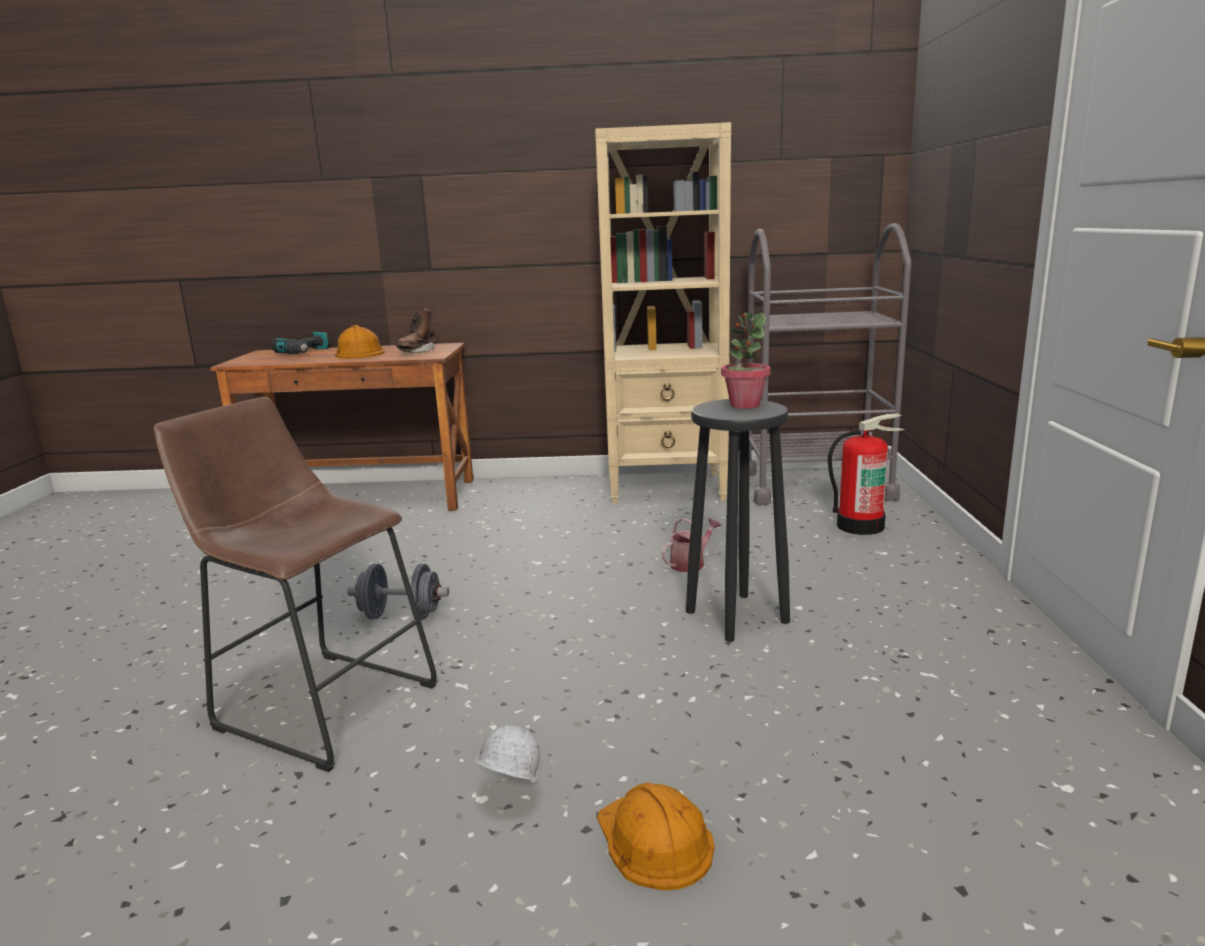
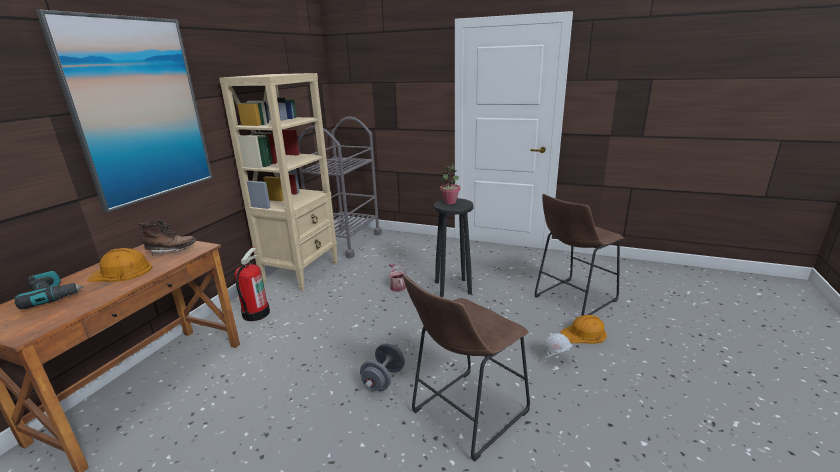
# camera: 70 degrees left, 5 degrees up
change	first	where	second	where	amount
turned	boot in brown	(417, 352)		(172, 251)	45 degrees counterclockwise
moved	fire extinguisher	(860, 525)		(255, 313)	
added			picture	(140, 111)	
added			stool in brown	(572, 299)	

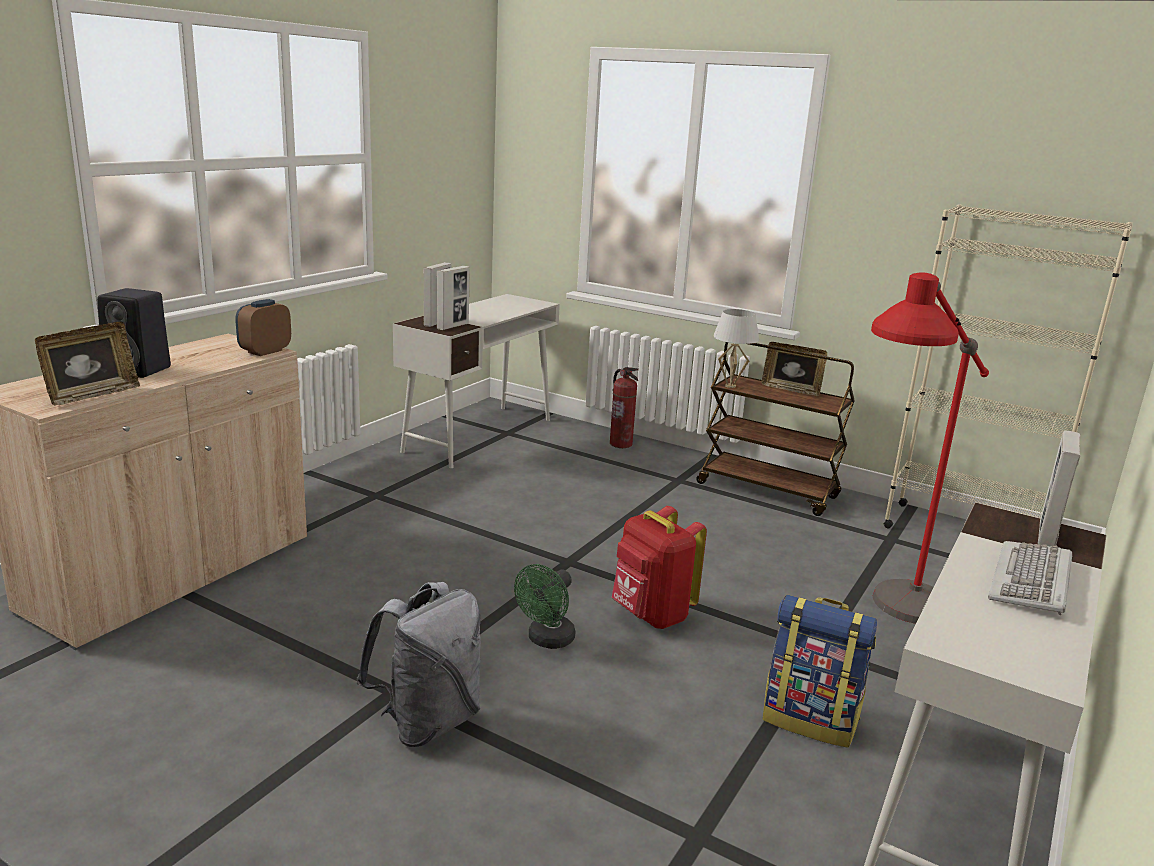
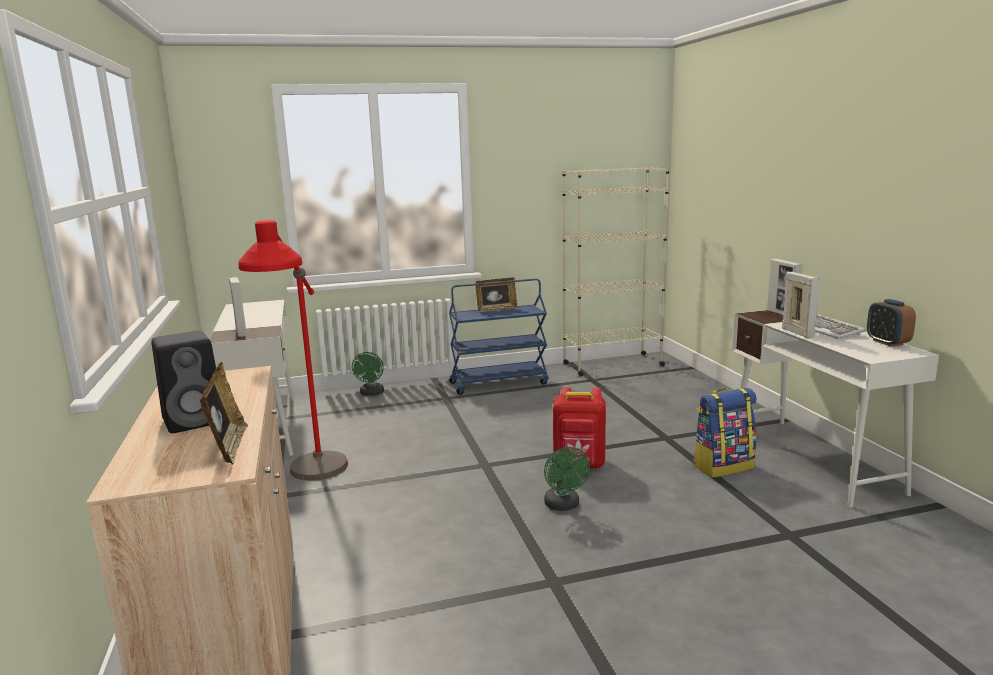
# camera: 45 degrees left, 5 degrees down
change	first	where	second	where	amount
moved	alarm clock	(265, 351)		(887, 342)	
removed	backpack in grey	(427, 722)			
moved	picture frame	(453, 326)		(797, 333)	
replaced	fire extinguisher	(621, 444)	fan in green	(371, 394)	
recoloured	cart in brown	(768, 491)	cart in blue	(499, 383)	
removed	table lamp in white	(730, 386)			
moved	floor lamp in red	(889, 624)		(312, 486)	

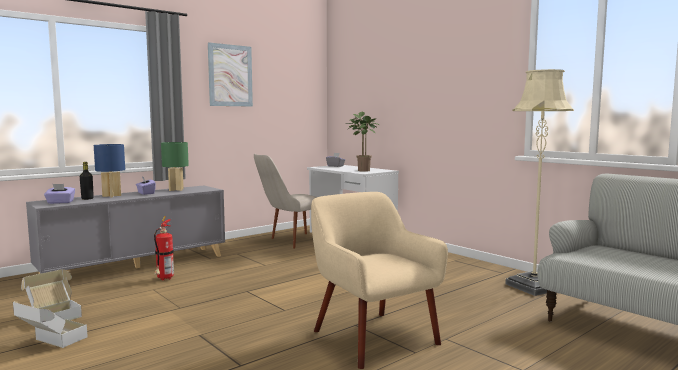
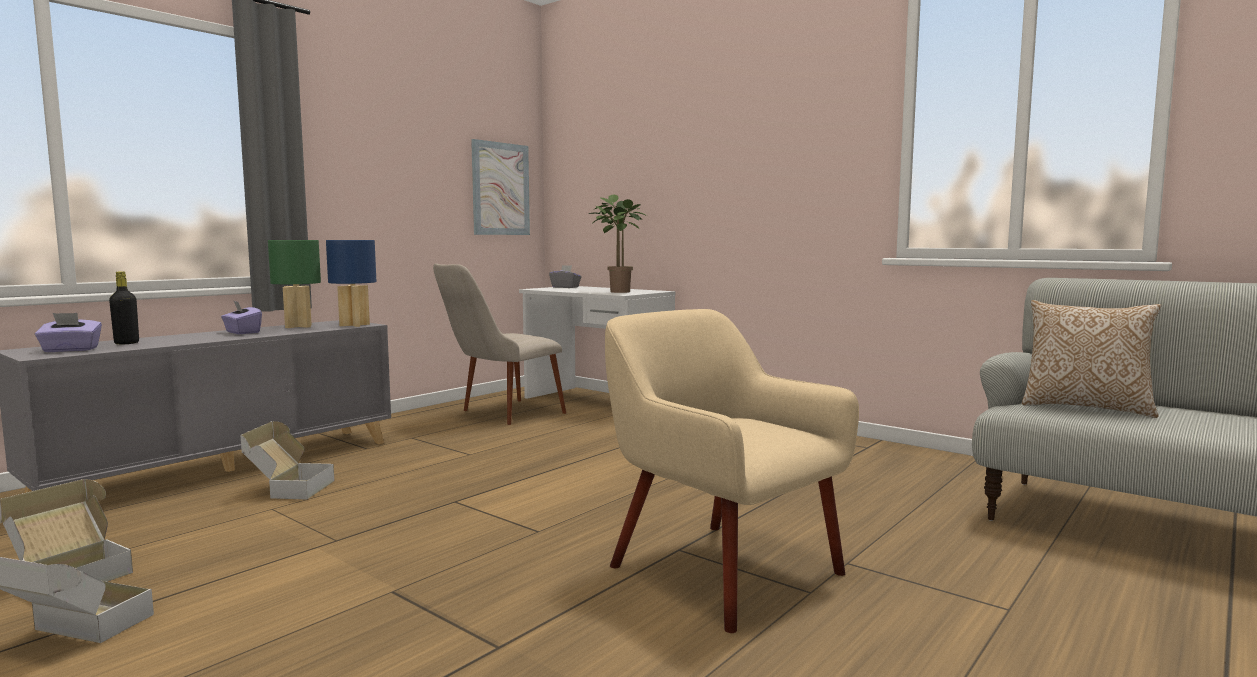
# camera: 10 degrees left, 0 degrees up
change	first	where	second	where	amount
moved	table lamp in blue	(112, 196)		(355, 325)	
replaced	fire extinguisher	(164, 279)	cardboard box	(288, 489)	
moved	picture	(230, 75)		(500, 189)	
removed	floor lamp in beige	(533, 287)			
added			pillow	(1085, 407)	

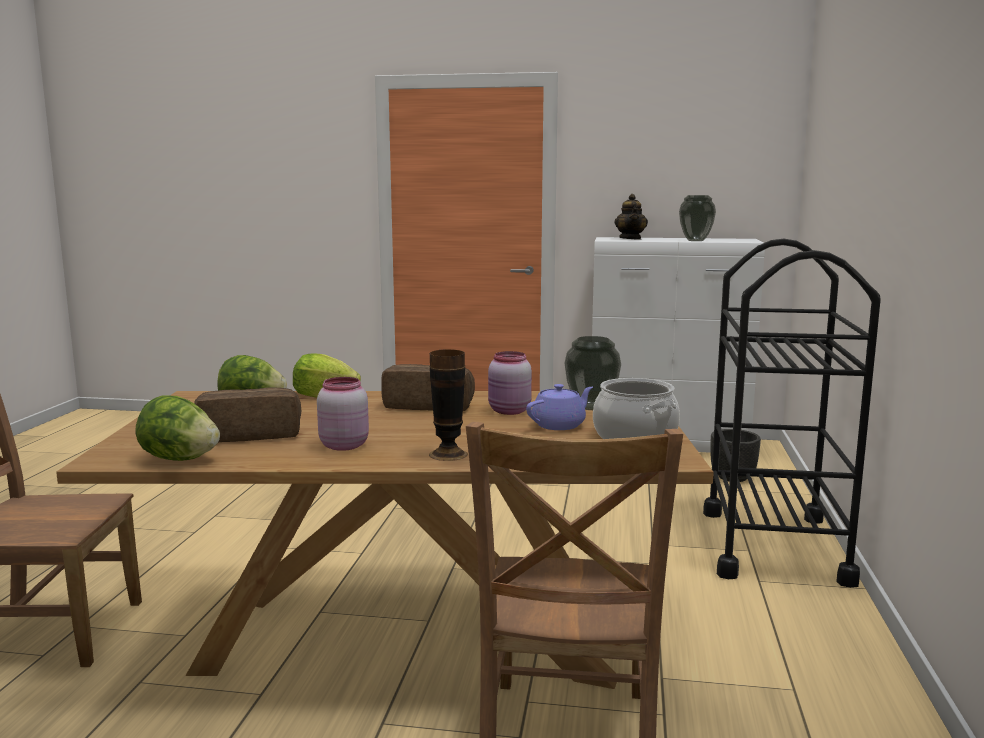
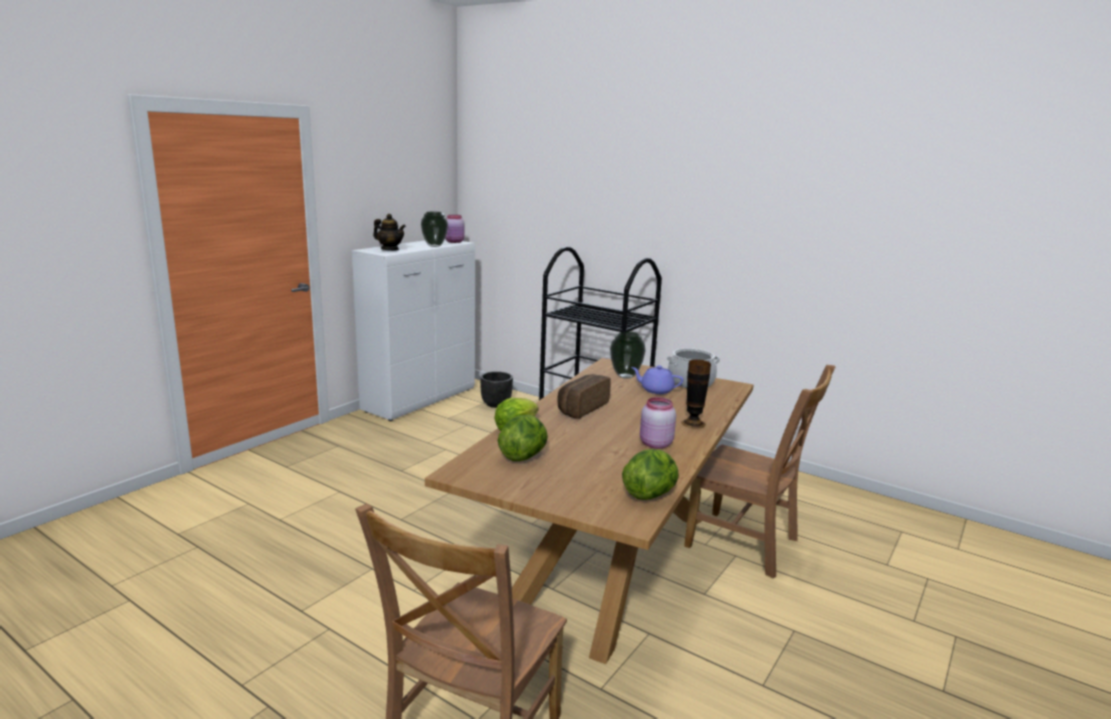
# camera: 65 degrees left, 5 degrees up
change	first	where	second	where	amount
removed	bread	(250, 435)			
moved	jar in pink	(509, 411)		(455, 242)	
turned	teapot in purple	(559, 425)		(656, 390)	60 degrees counterclockwise

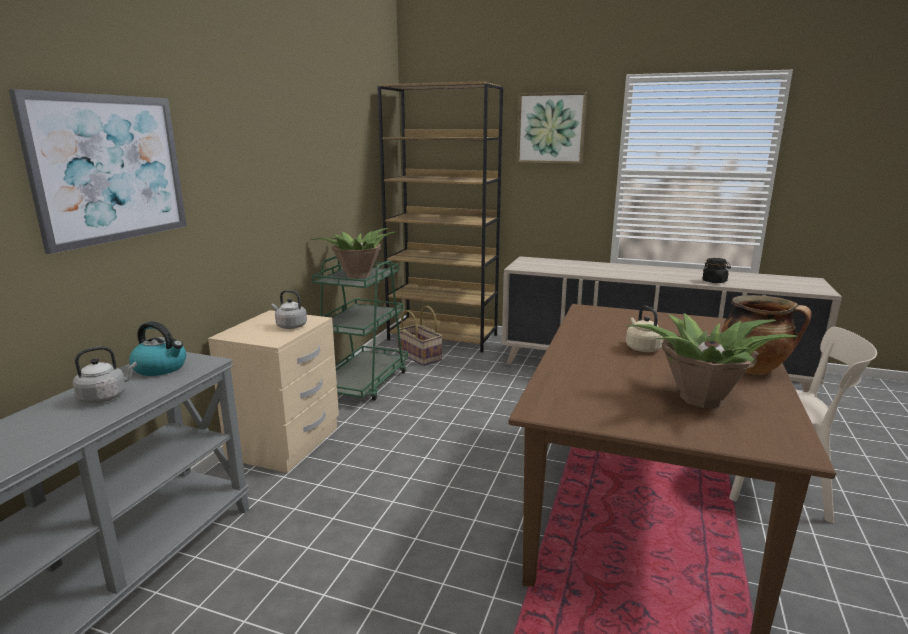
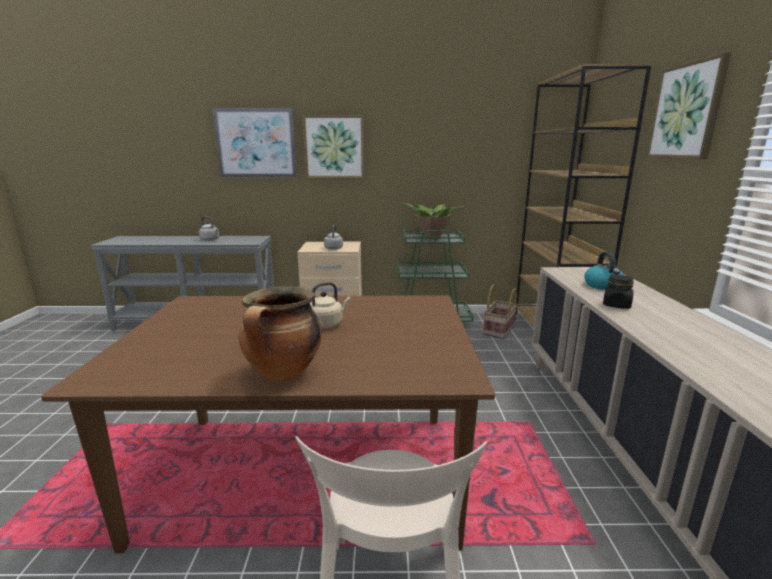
# camera: 70 degrees right, 0 degrees up
change	first	where	second	where	amount
moved	kettle	(161, 368)		(603, 286)	
removed	potted plant	(699, 398)			
moved	jar in black	(714, 281)		(616, 305)	
added			picture	(334, 147)	

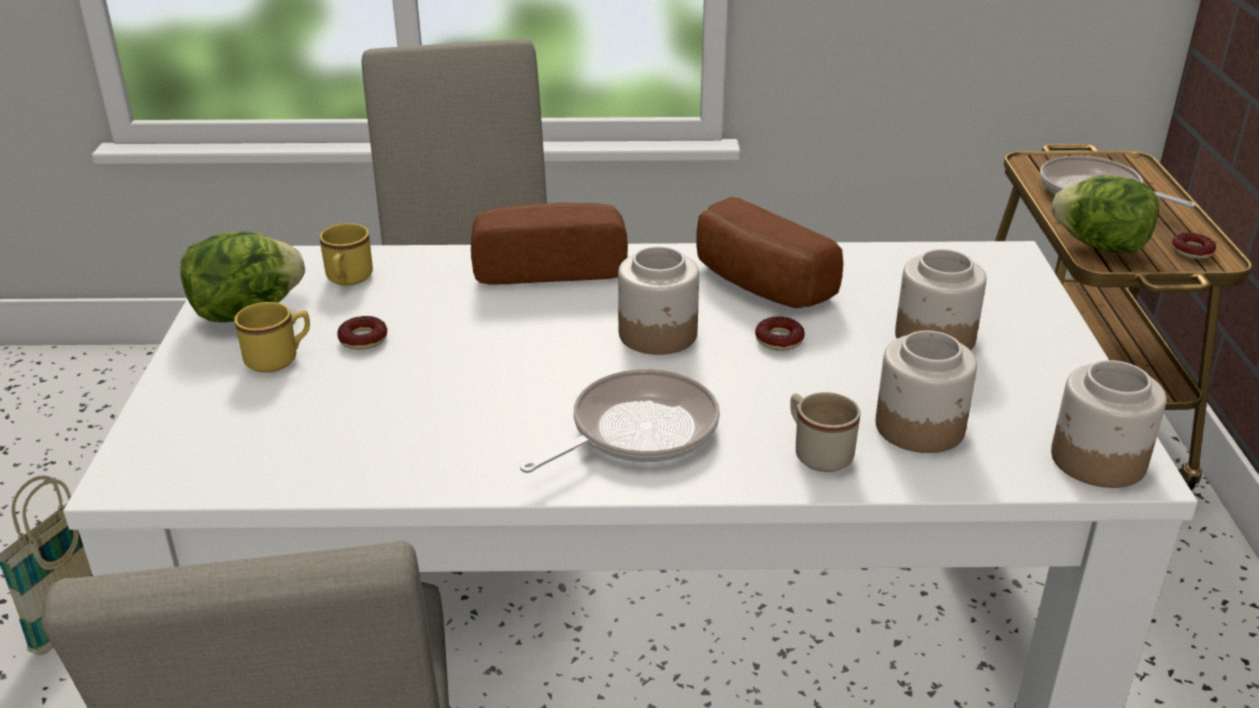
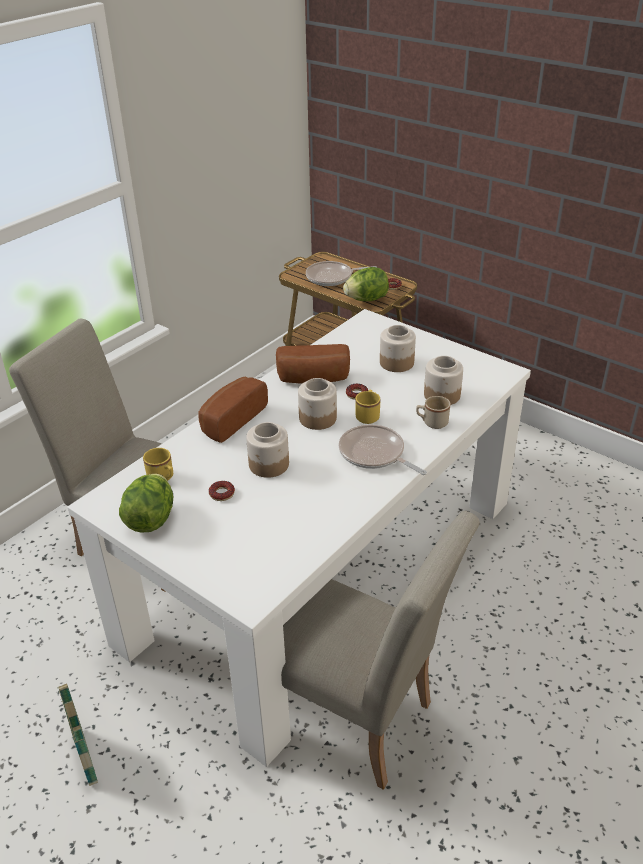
# camera: 50 degrees left, 5 degrees up
change	first	where	second	where	amount
moved	mug in yellow	(279, 358)		(368, 415)	
turned	frying pan	(637, 431)		(374, 454)	45 degrees counterclockwise
moved	jar	(1097, 460)		(269, 465)	

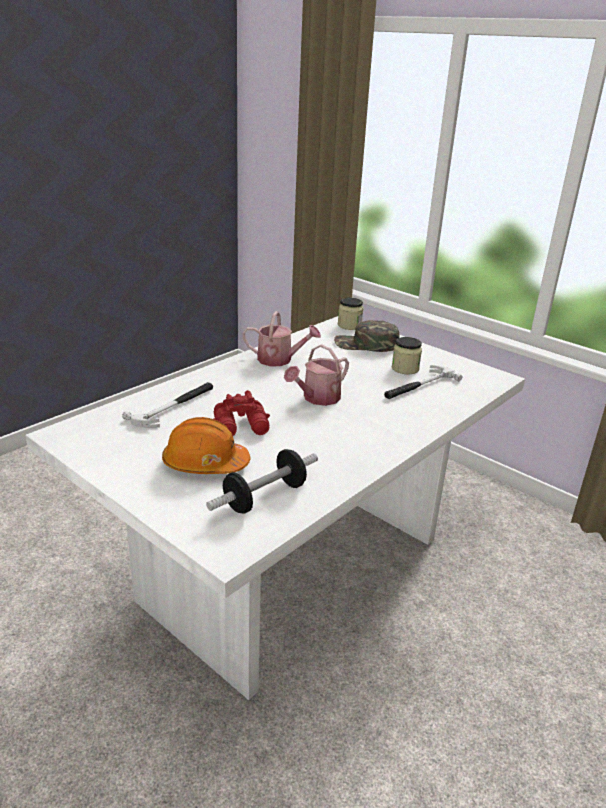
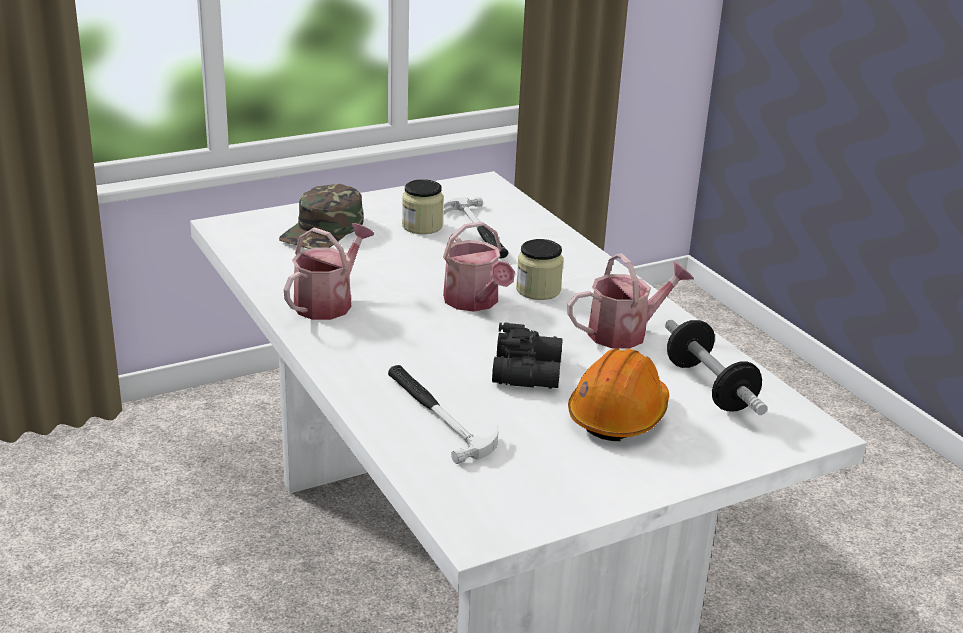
# camera: 70 degrees left, 0 degrees up
change	first	where	second	where	amount
recoloured	binoculars in red	(242, 427)	binoculars in black	(529, 371)	
moved	jar	(349, 325)		(538, 290)	
added			watering can	(625, 332)	

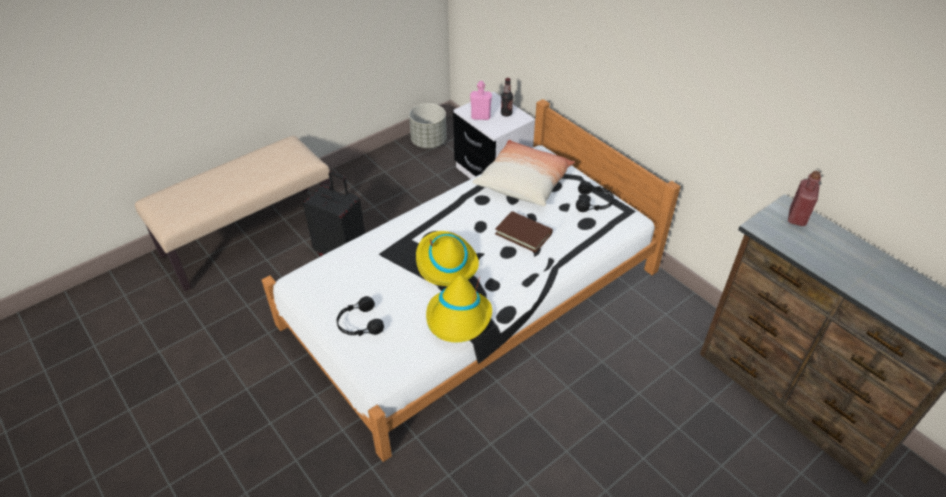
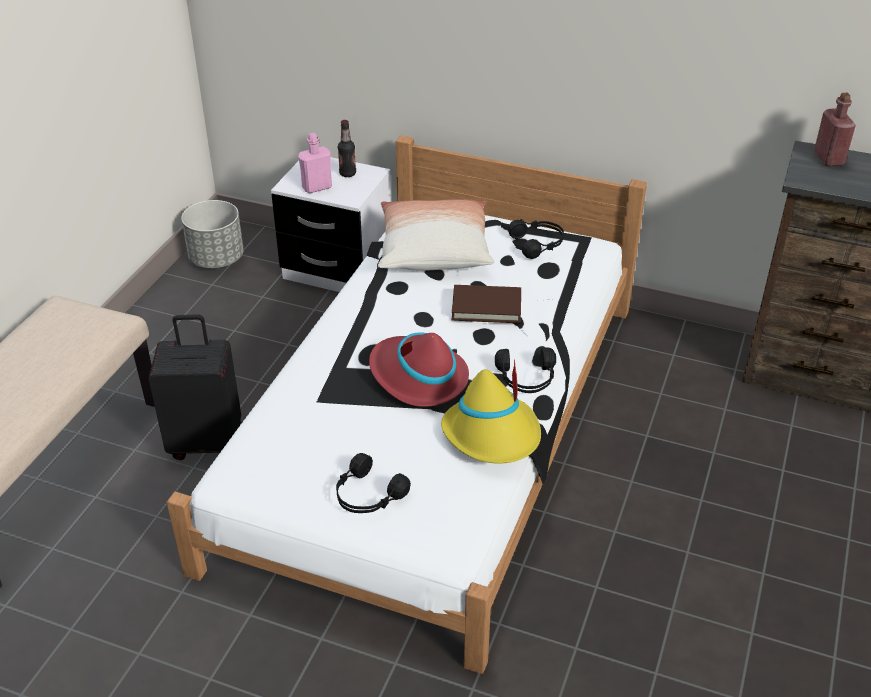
# camera: 30 degrees left, 5 degrees down
change	first	where	second	where	amount
recoloured	hat in yellow	(445, 262)	hat in red	(417, 377)	
added			headphones in black	(526, 379)	

